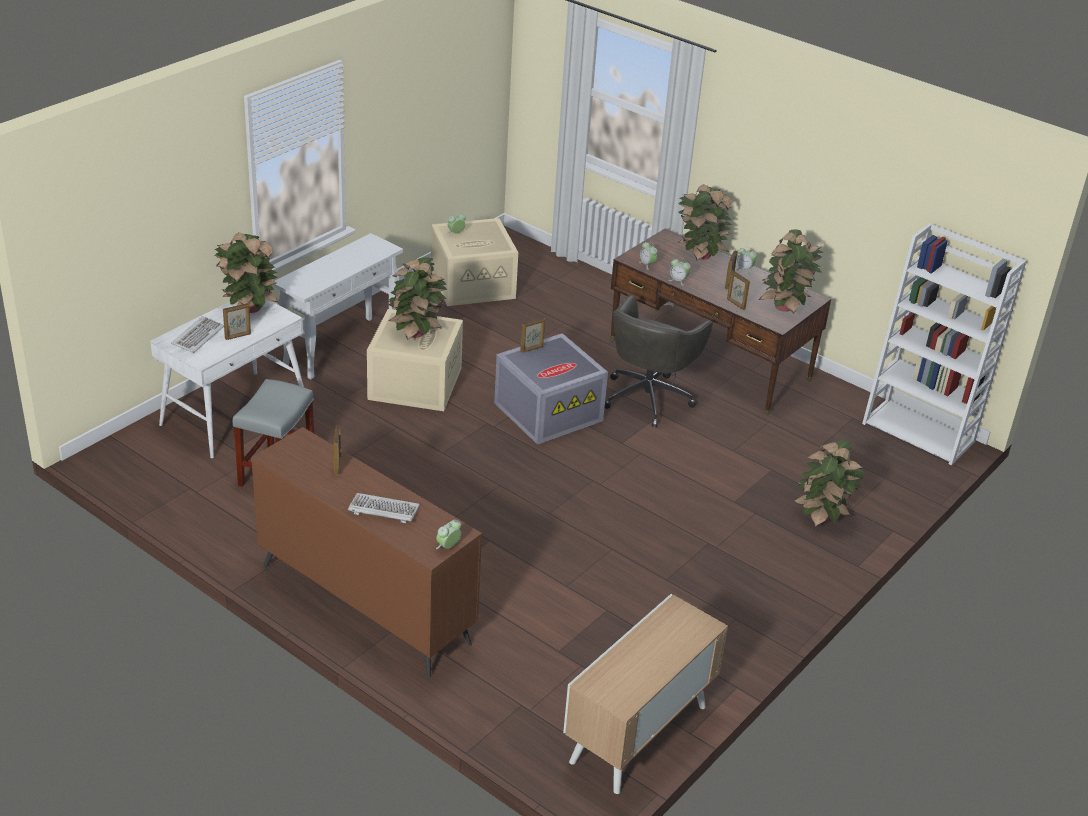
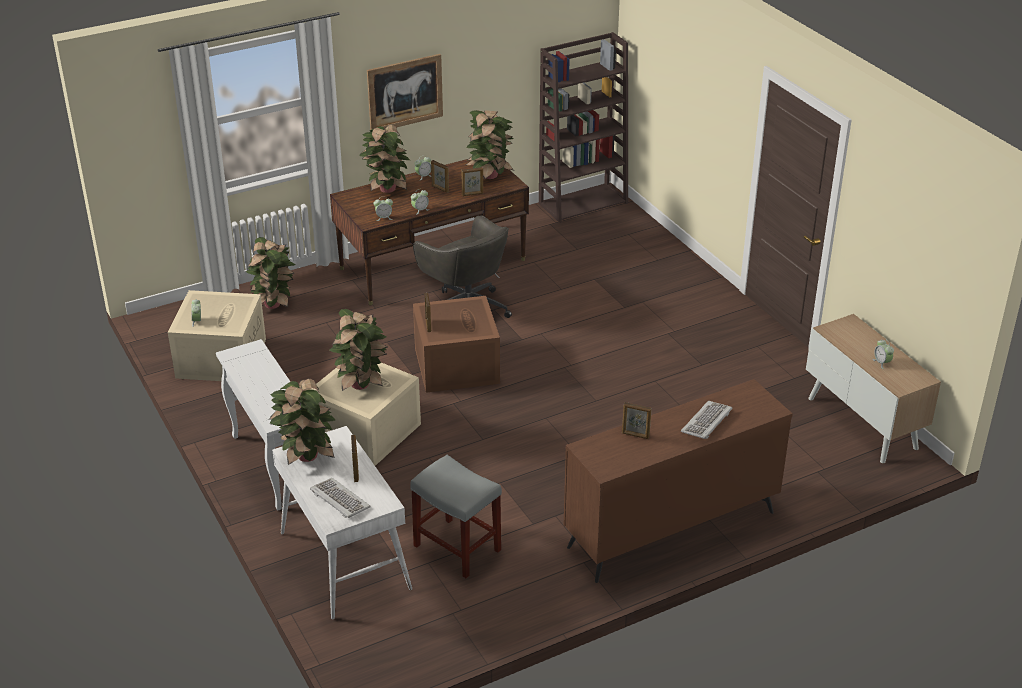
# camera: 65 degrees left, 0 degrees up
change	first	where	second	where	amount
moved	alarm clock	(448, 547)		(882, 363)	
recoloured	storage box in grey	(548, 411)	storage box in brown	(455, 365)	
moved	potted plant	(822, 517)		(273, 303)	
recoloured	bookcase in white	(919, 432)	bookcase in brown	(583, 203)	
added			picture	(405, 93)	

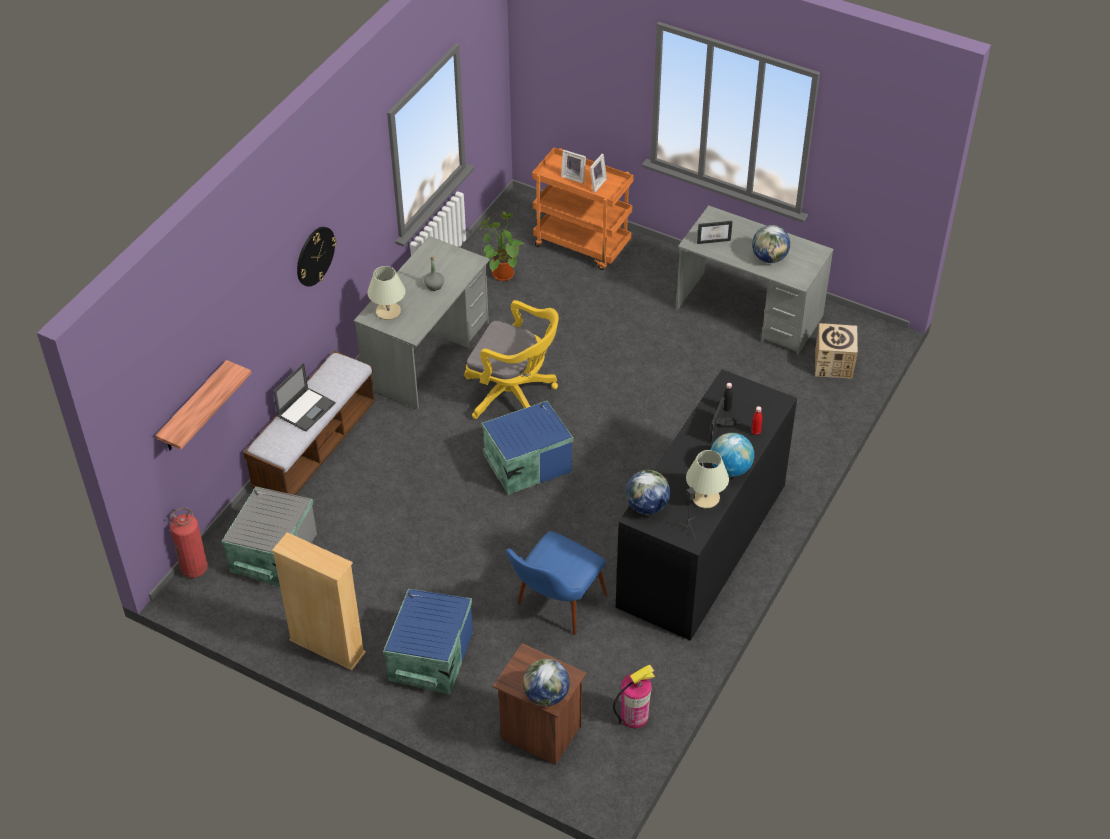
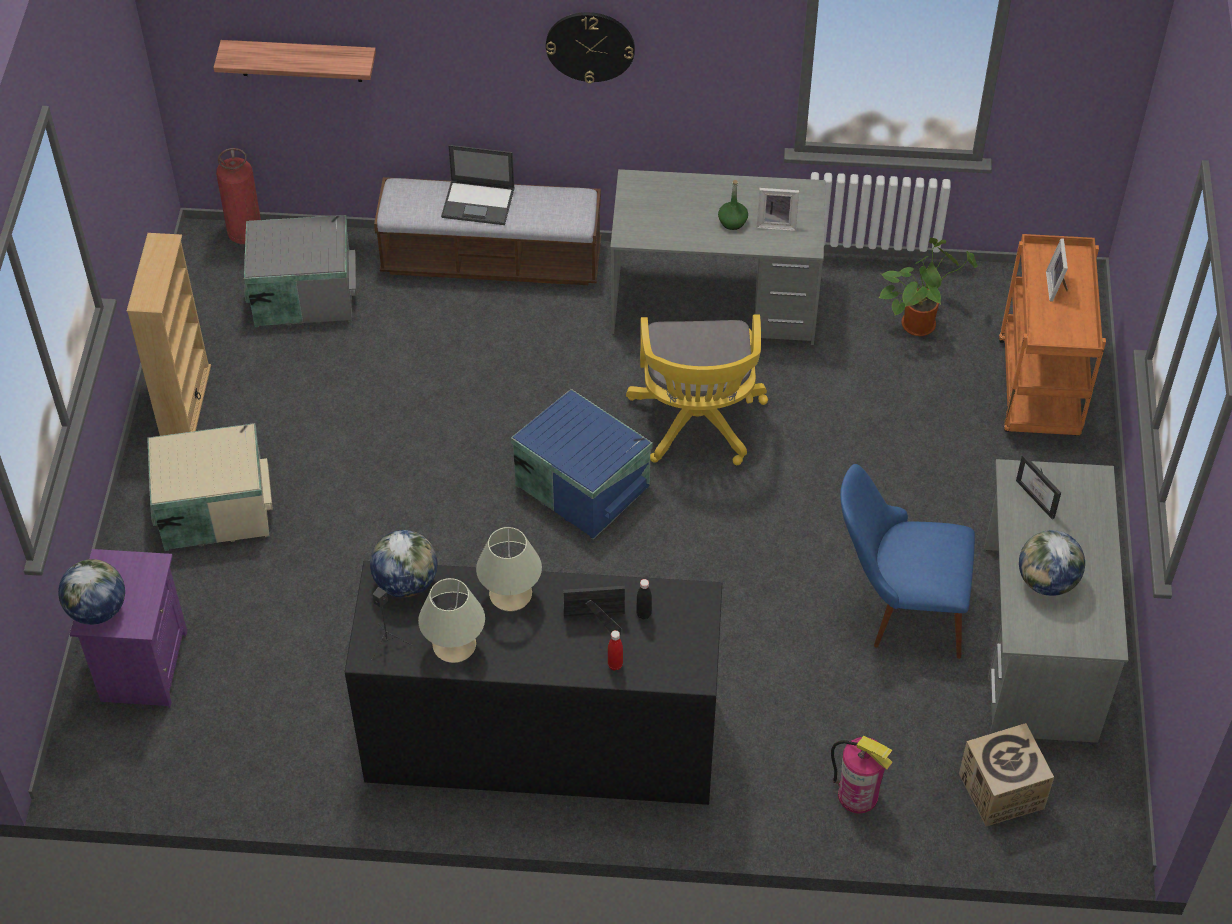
# camera: 65 degrees right, 5 degrees up
change	first	where	second	where	amount
moved	table lamp in beige	(388, 311)		(511, 594)	
recoloured	storage box in blue	(429, 657)	storage box in beige	(212, 507)	
recoloured	bottle in grey	(434, 285)	bottle in green	(732, 222)	
recoloured	nightstand in brown	(539, 733)	nightstand in purple	(142, 666)	
moved	chair in blue	(553, 609)		(899, 608)	
moved	picture frame	(596, 184)		(776, 223)	
moved	fire extinguisher	(634, 716)		(858, 795)	
removed	globe	(730, 468)			

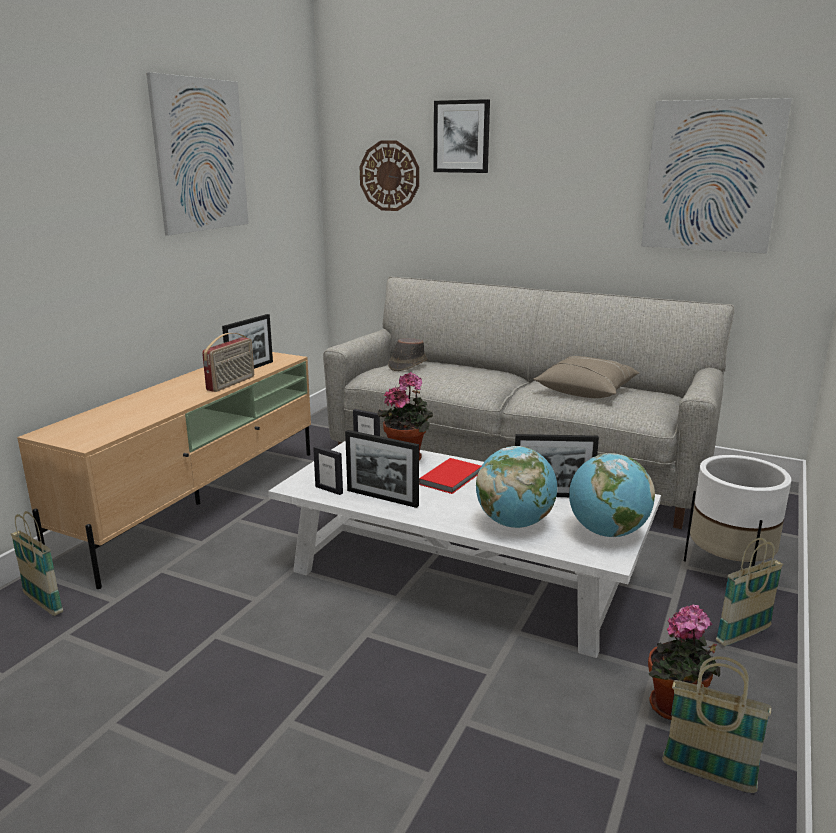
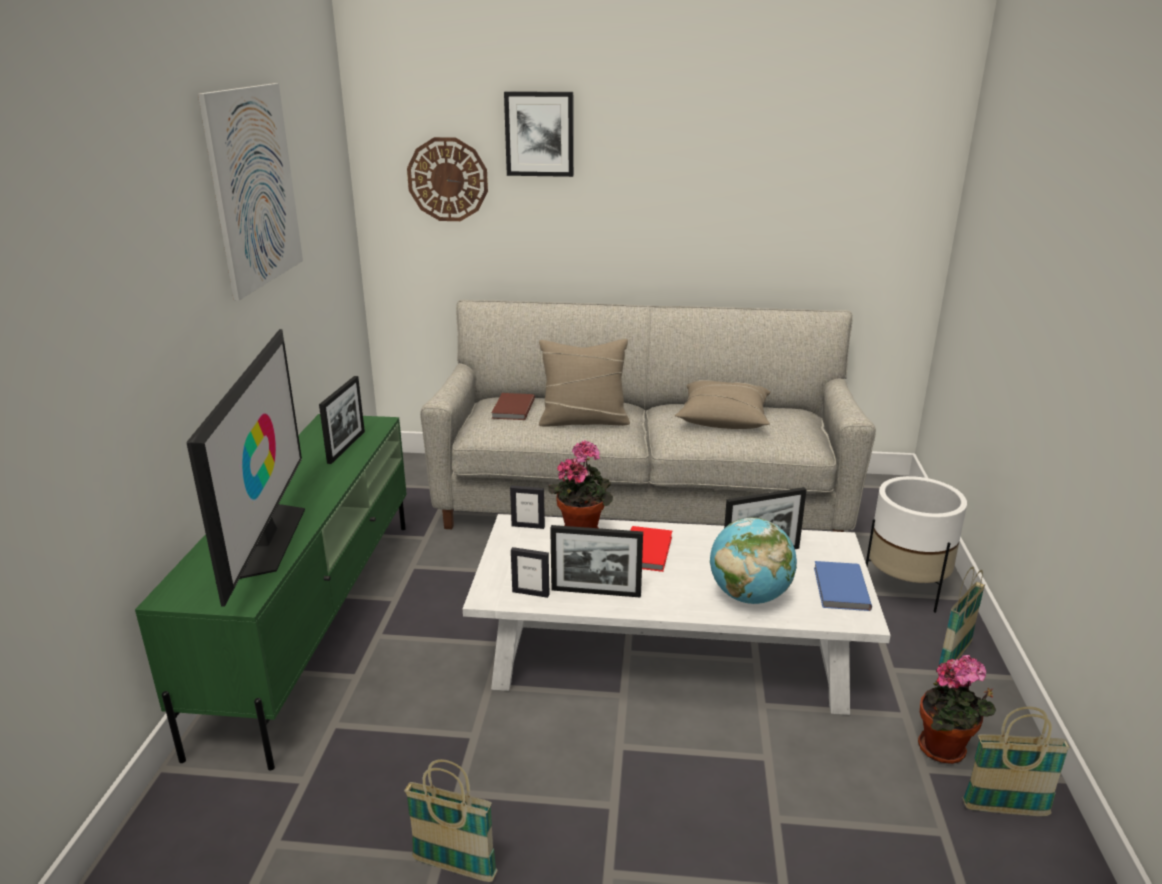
# camera: 20 degrees left, 5 degrees up
change	first	where	second	where	amount
moved	basket	(43, 604)		(454, 867)	
recoloured	tv stand in beige	(200, 502)	tv stand in green	(315, 621)	
removed	radio	(231, 383)			
replaced	hat in brown	(407, 365)	book in brown	(512, 409)	
replaced	globe	(607, 532)	book in blue	(839, 589)	
removed	picture	(711, 177)			
added			television	(266, 539)	
added			pillow in beige	(584, 421)	

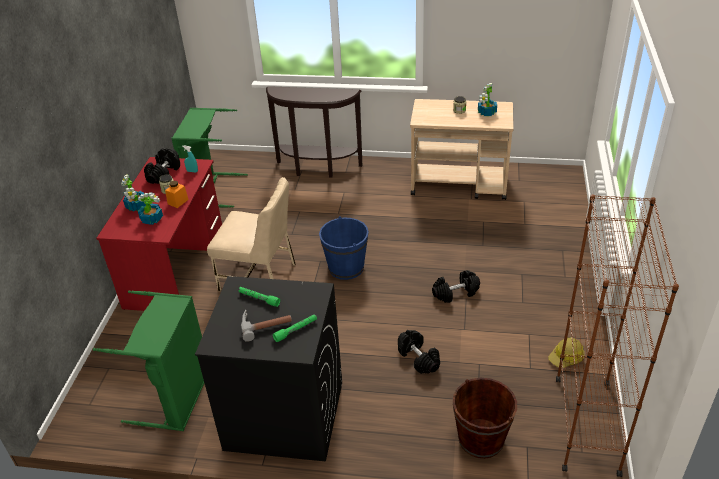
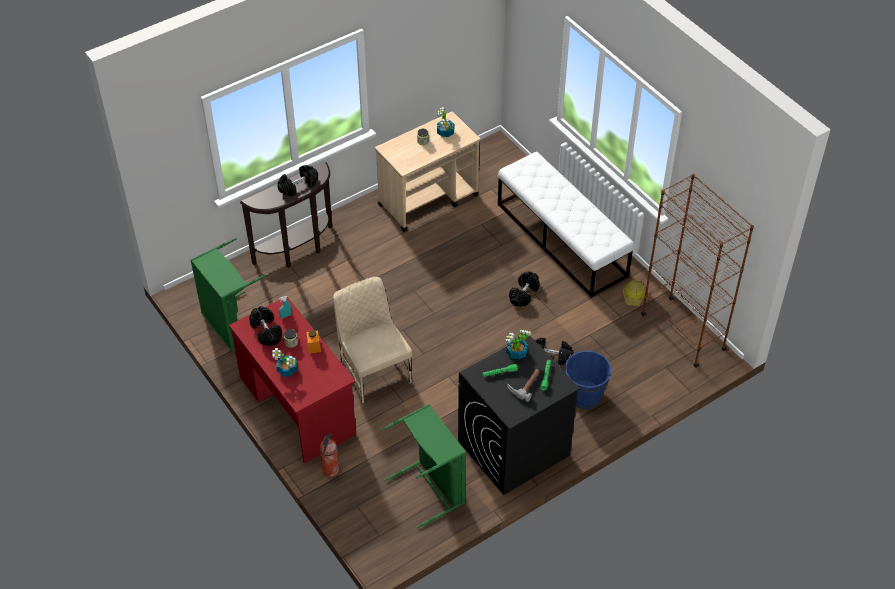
# camera: 45 degrees left, 10 degrees up
change	first	where	second	where	amount
moved	potted plant	(152, 219)		(516, 352)	
turned	chair in beige	(259, 276)		(373, 371)	90 degrees counterclockwise
moved	bucket in blue	(346, 268)		(584, 395)	
removed	bucket in brown	(481, 439)			
added			dumbbell in black	(298, 186)	
added			fire extinguisher	(330, 471)	
added			bench in white	(562, 240)	

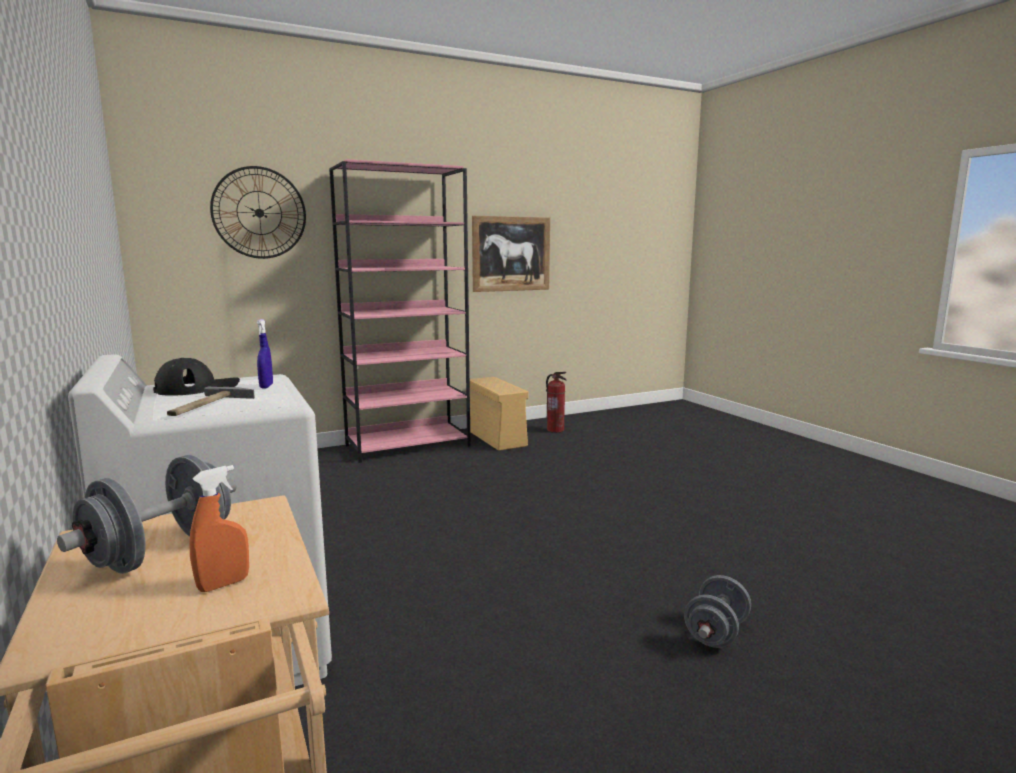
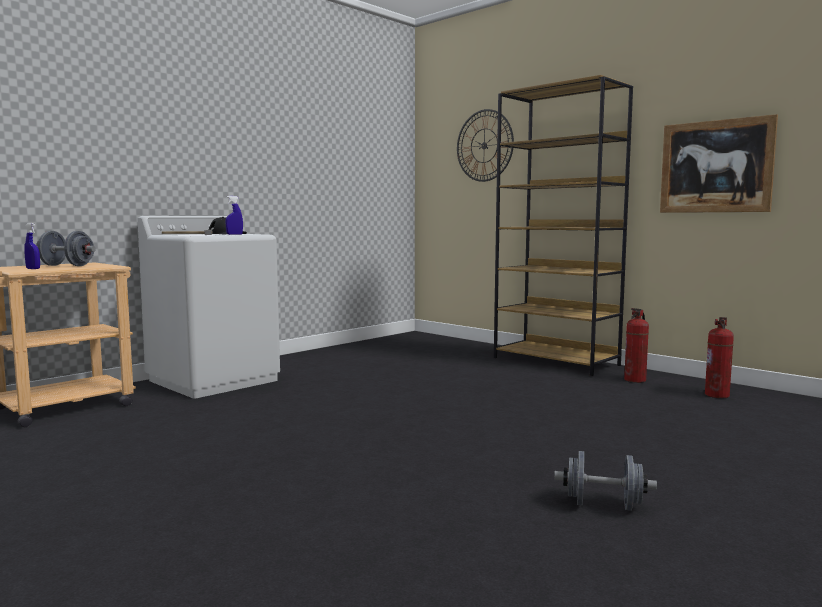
# camera: 70 degrees right, 5 degrees down
change	first	where	second	where	amount
recoloured	spray bottle in orange	(223, 584)	spray bottle in blue	(33, 269)	
recoloured	bookcase in pink	(408, 445)	bookcase in brown	(556, 361)	
replaced	storage box in beige	(497, 438)	fire extinguisher	(635, 380)	
moved	dumbbell in grey	(716, 633)		(603, 505)	

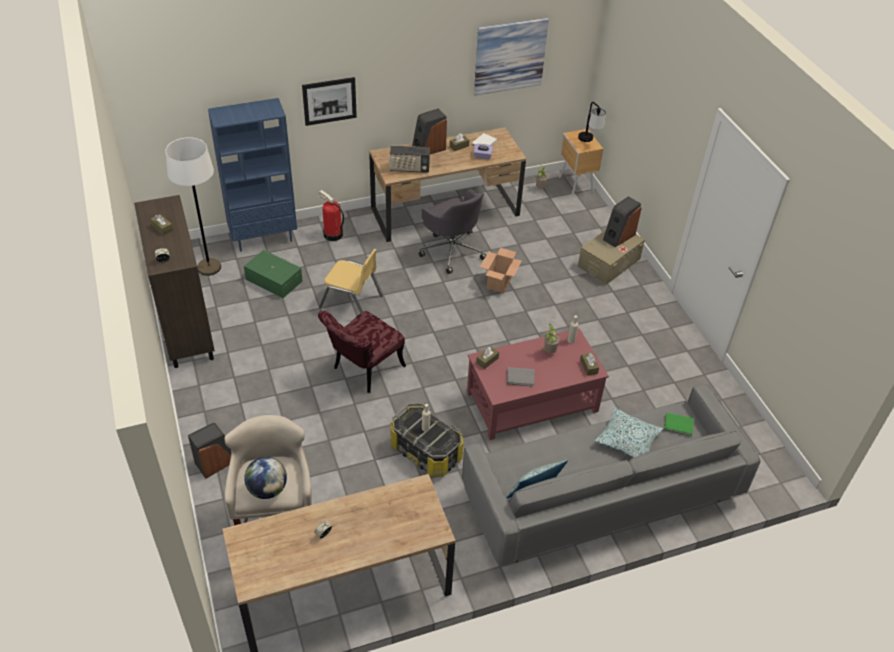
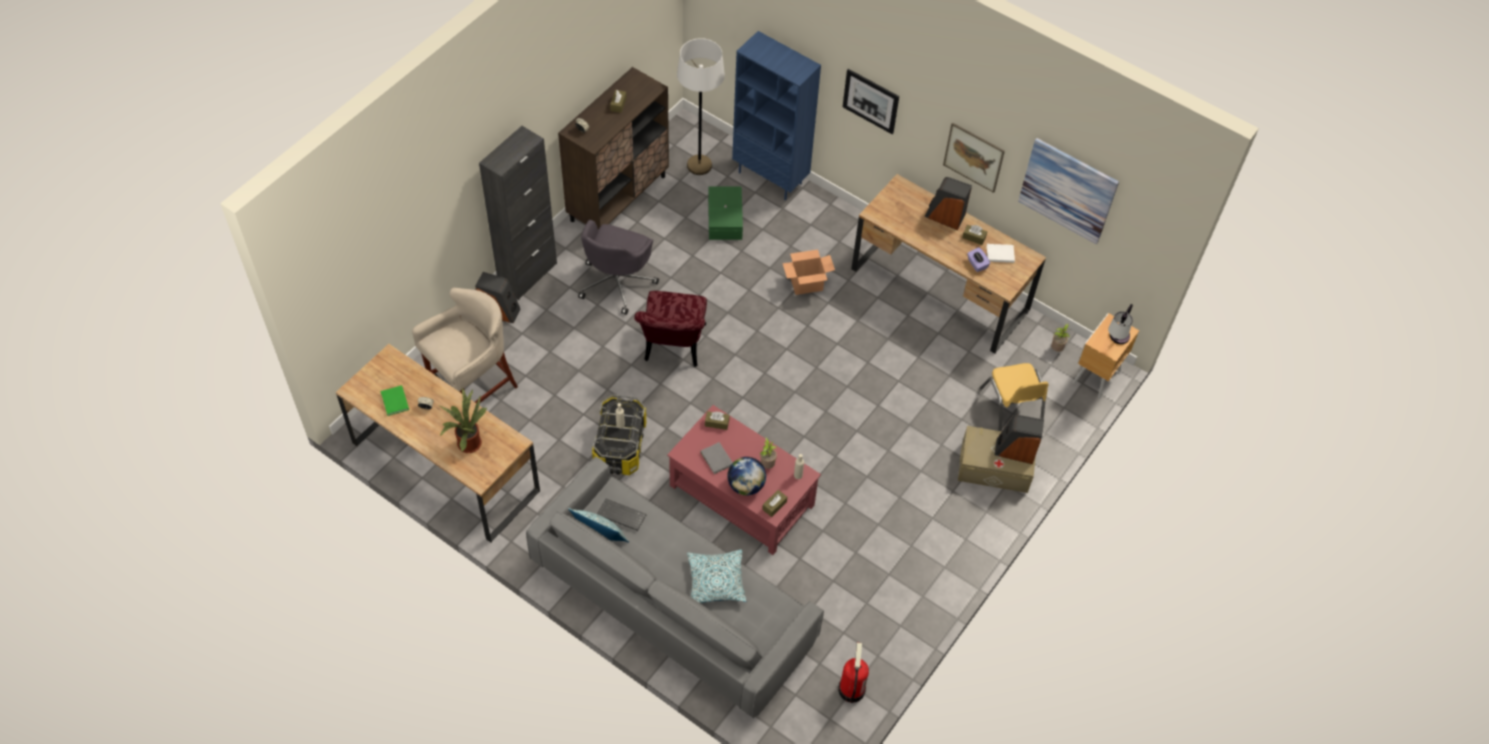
# camera: 55 degrees right, 10 degrees up
change	first	where	second	where	amount
moved	globe	(267, 489)		(746, 485)	
moved	fire extinguisher	(332, 234)		(851, 689)	
turned	chair in red	(363, 371)		(673, 349)	90 degrees counterclockwise
moved	chair in yellow	(351, 302)		(1011, 408)	
removed	radio	(409, 169)			
moved	office chair in grey	(451, 250)		(617, 282)	
moved	cardboard box	(499, 283)		(806, 285)	
moved	book in green	(679, 425)		(394, 402)	
added			potted plant	(467, 442)	
added			cabinet in black	(528, 275)	
added			keyboard	(620, 515)	
added			picture	(973, 157)	

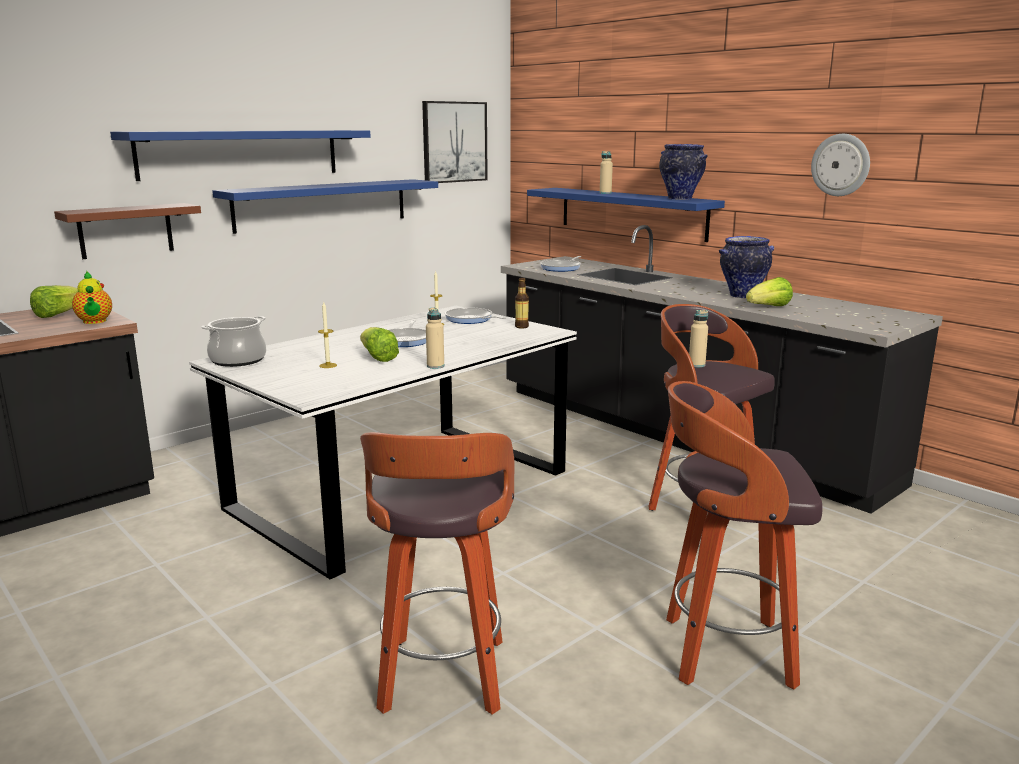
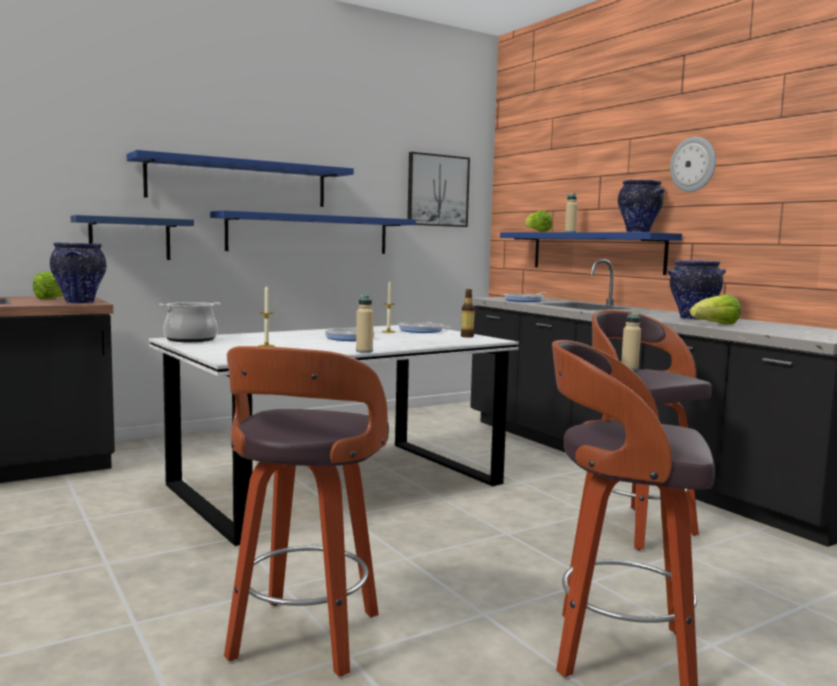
# camera: 10 degrees right, 10 degrees down
change	first	where	second	where	amount
recoloured	shelf in brown	(125, 230)	shelf in blue	(130, 238)	
replaced	teapot	(94, 322)	vase	(79, 302)	
moved	lettuce	(377, 358)		(537, 232)	
moved	wall clock	(841, 165)		(693, 164)	

